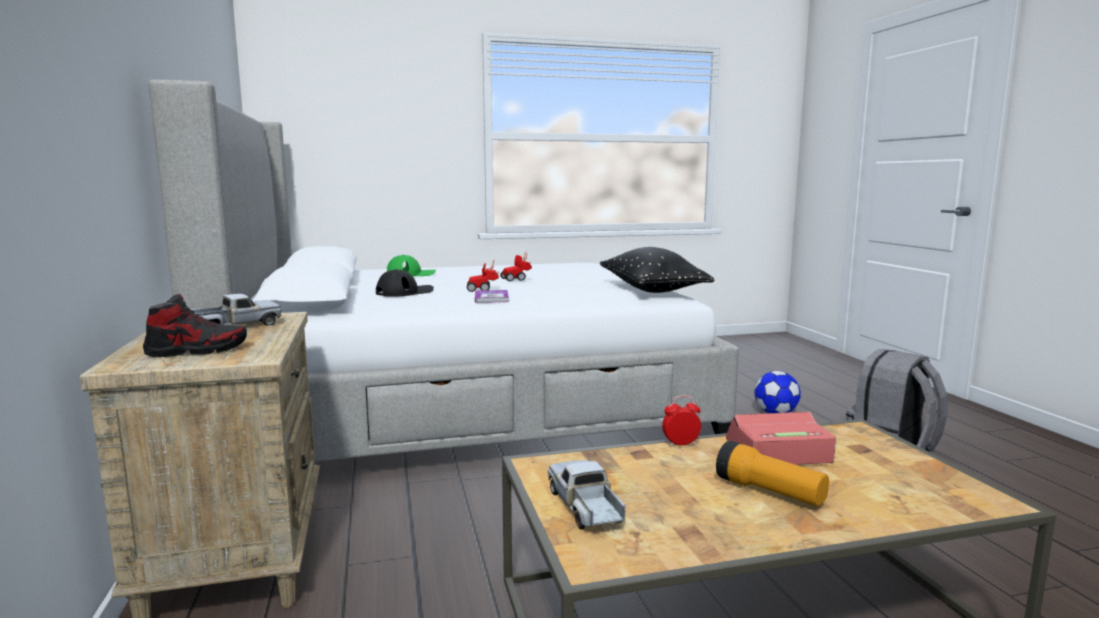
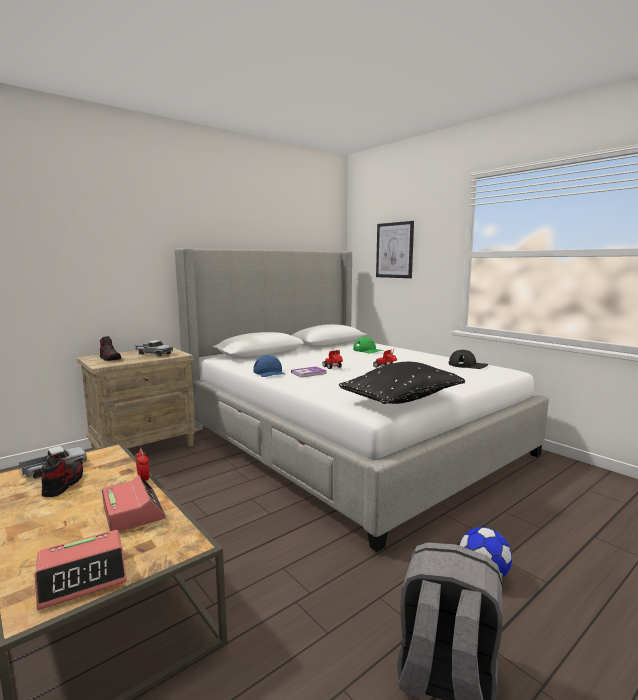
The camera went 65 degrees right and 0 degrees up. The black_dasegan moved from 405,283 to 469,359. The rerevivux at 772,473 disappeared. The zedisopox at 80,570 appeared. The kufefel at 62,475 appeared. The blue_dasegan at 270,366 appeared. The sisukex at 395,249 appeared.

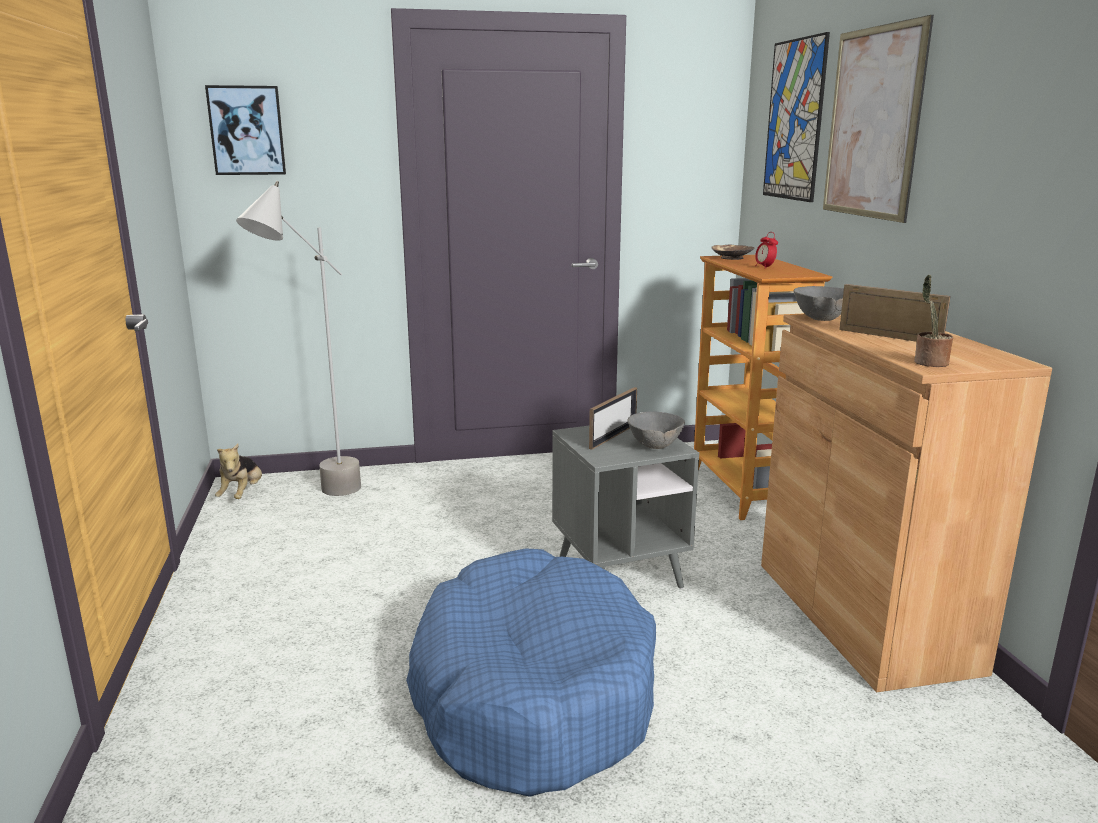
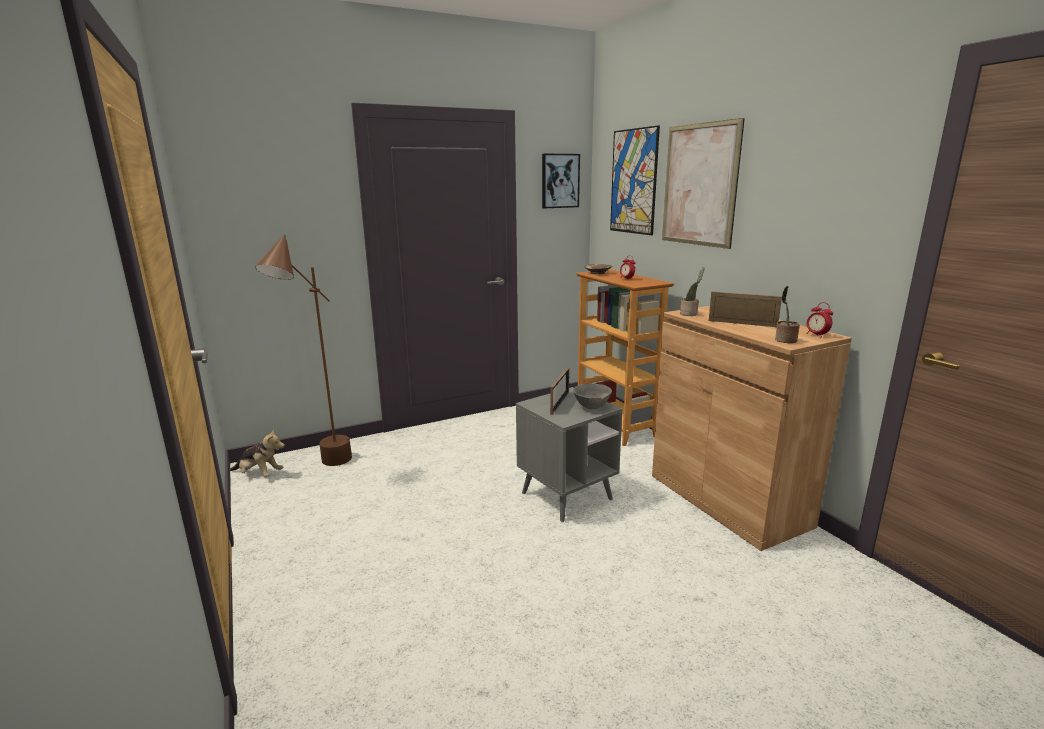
The camera went 15 degrees left and 0 degrees up. The sisukex moved from 245,130 to 561,181. The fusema at 238,471 turned 60 degrees counterclockwise. The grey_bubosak at 298,338 became the brown_bubosak at 303,350. The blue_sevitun at 531,672 disappeared. The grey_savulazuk at 819,303 was replaced by the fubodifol at 692,291. The zedisopox at 819,320 appeared.

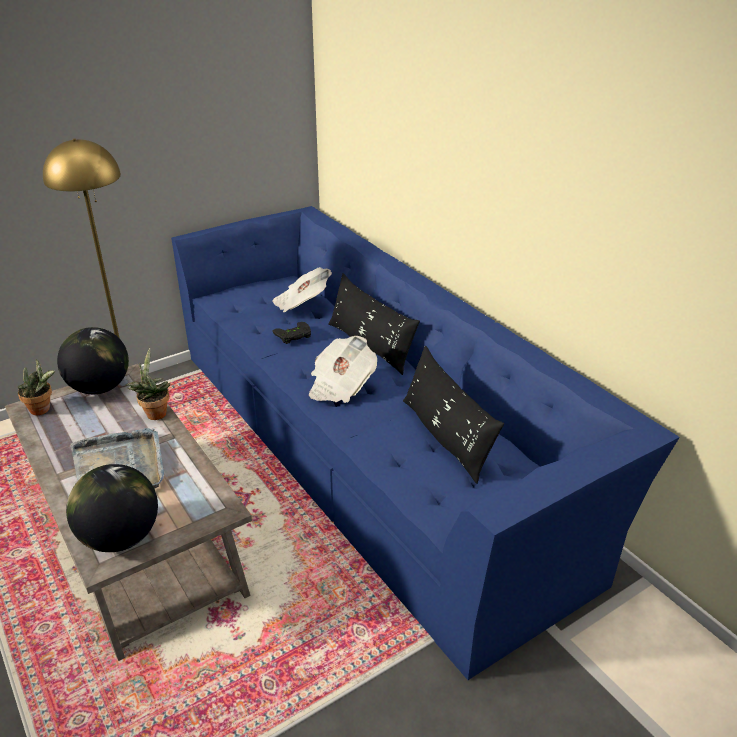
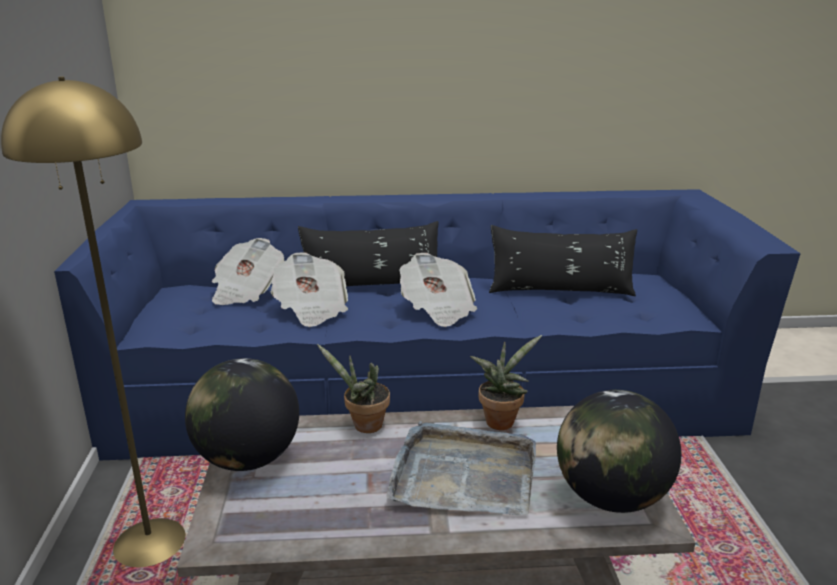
The camera went 60 degrees left and 10 degrees down. The fubodifol moved from 36,387 to 506,382. The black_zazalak at 292,333 was replaced by the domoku at 309,289.

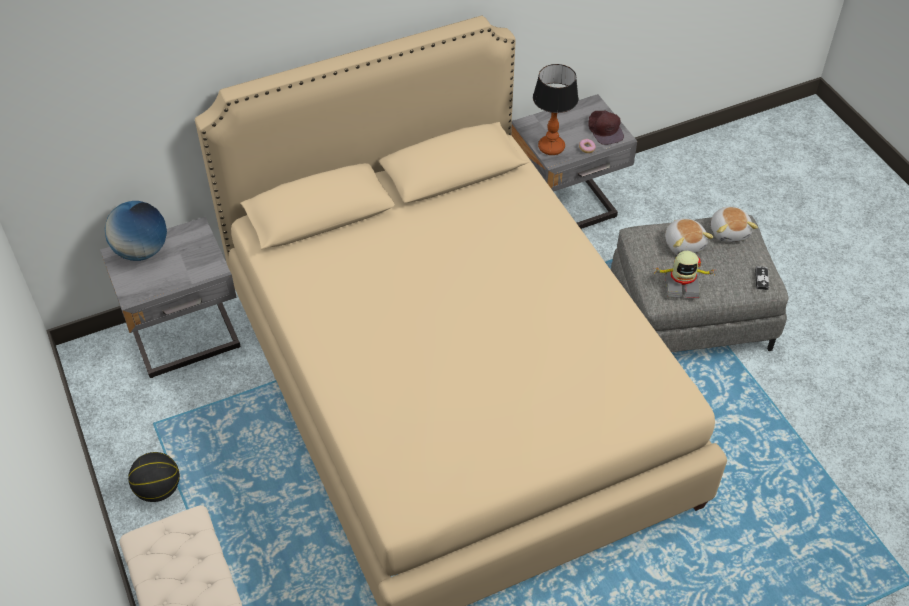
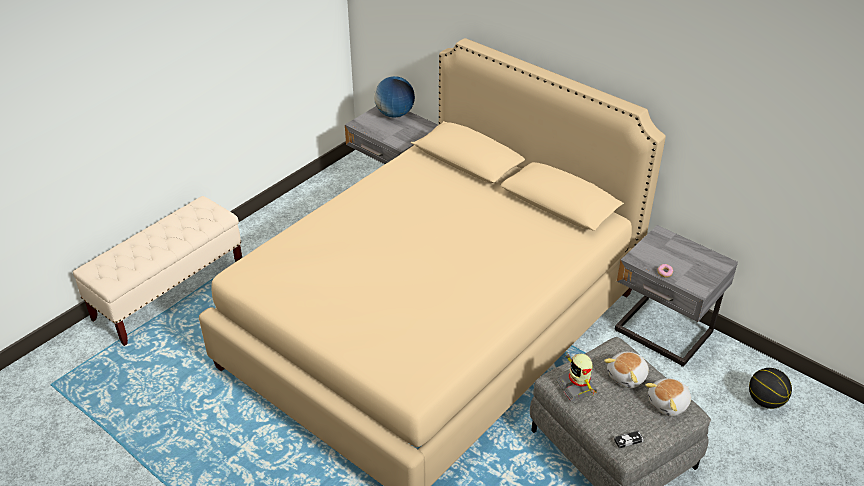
The camera went 65 degrees right and 10 degrees down. The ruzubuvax moved from 154,477 to 770,388. The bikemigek at 556,109 disappeared. The brown_dasegan at 606,127 disappeared.

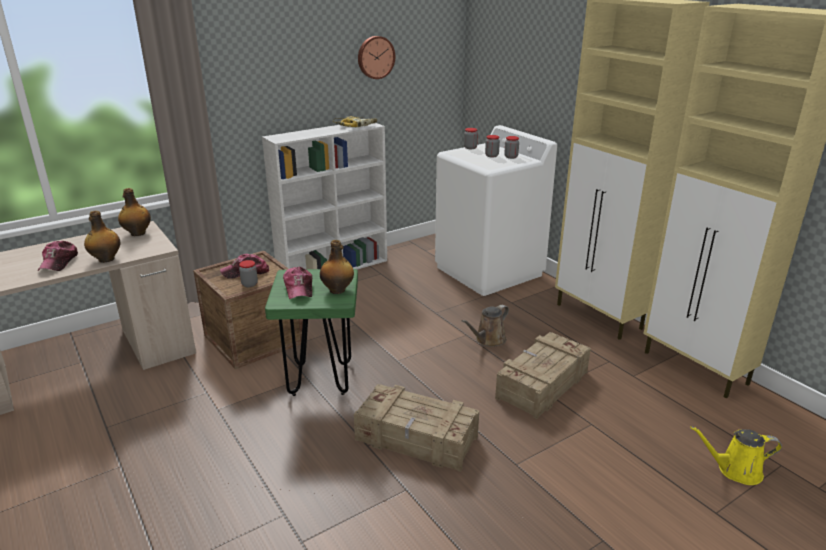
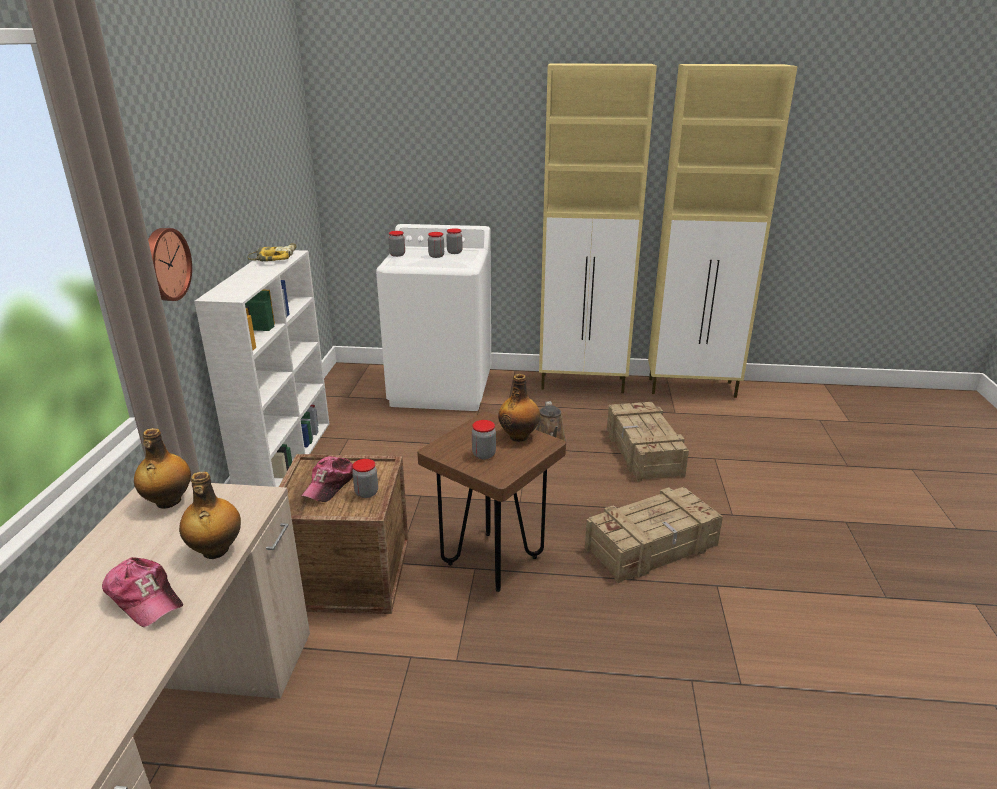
The camera went 50 degrees left and 0 degrees up. The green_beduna at 311,332 became the brown_beduna at 491,502. The dasegan at 297,283 was replaced by the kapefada at 484,439. The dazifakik moved from 376,57 to 170,264. The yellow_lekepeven at 736,455 disappeared.

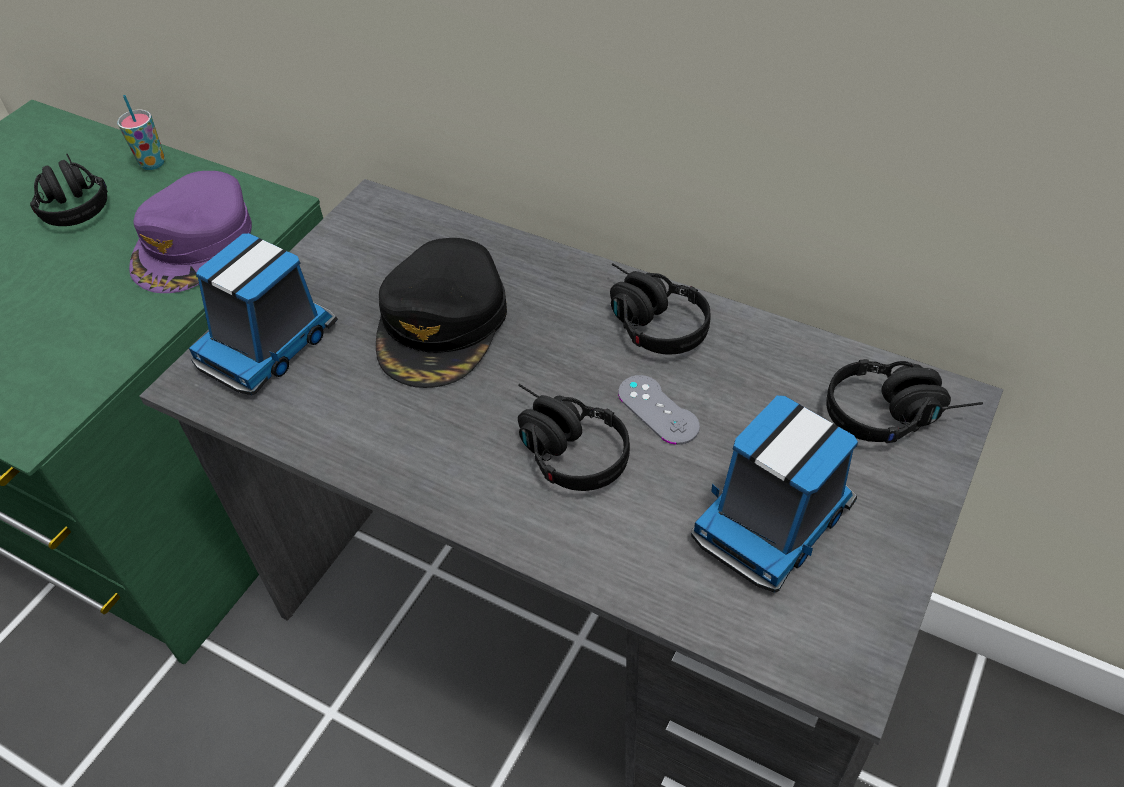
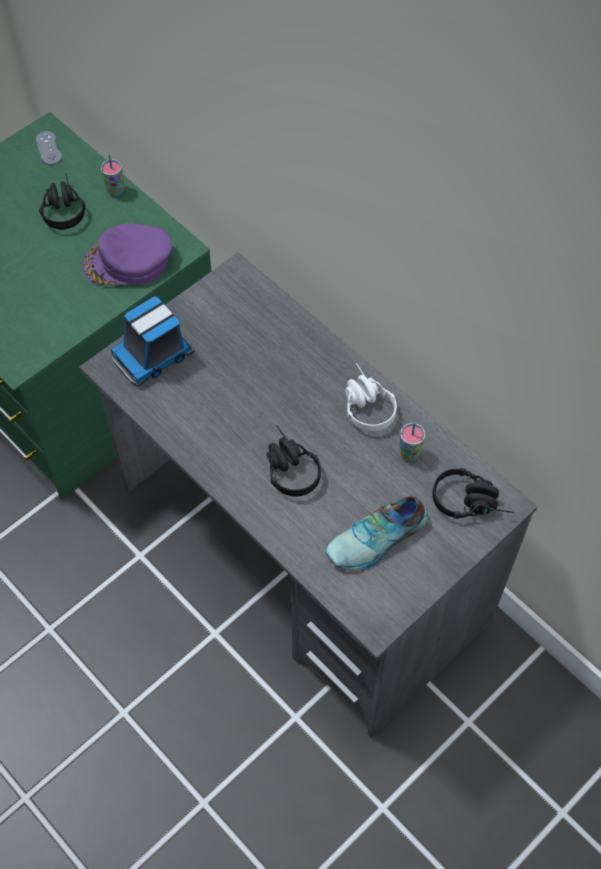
The camera went 15 degrees right and 10 degrees up. The purple_dasegan at 190,232 turned 45 degrees clockwise. The black_dasegan at 441,313 disappeared. The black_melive at 660,309 became the white_melive at 371,397. The grey_zazalak moved from 659,410 to 49,148. The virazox at 774,494 was replaced by the kufefel at 376,533. The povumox at 412,441 appeared.

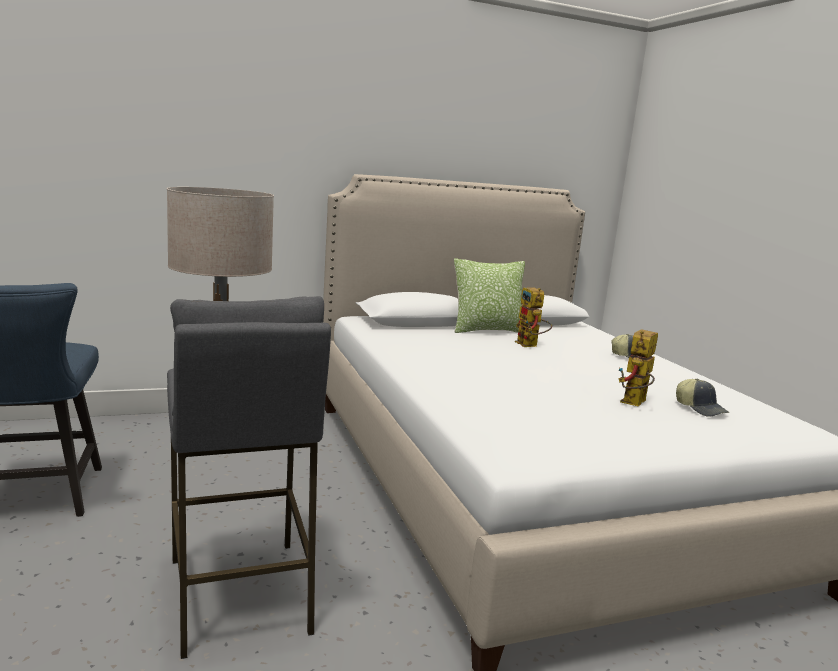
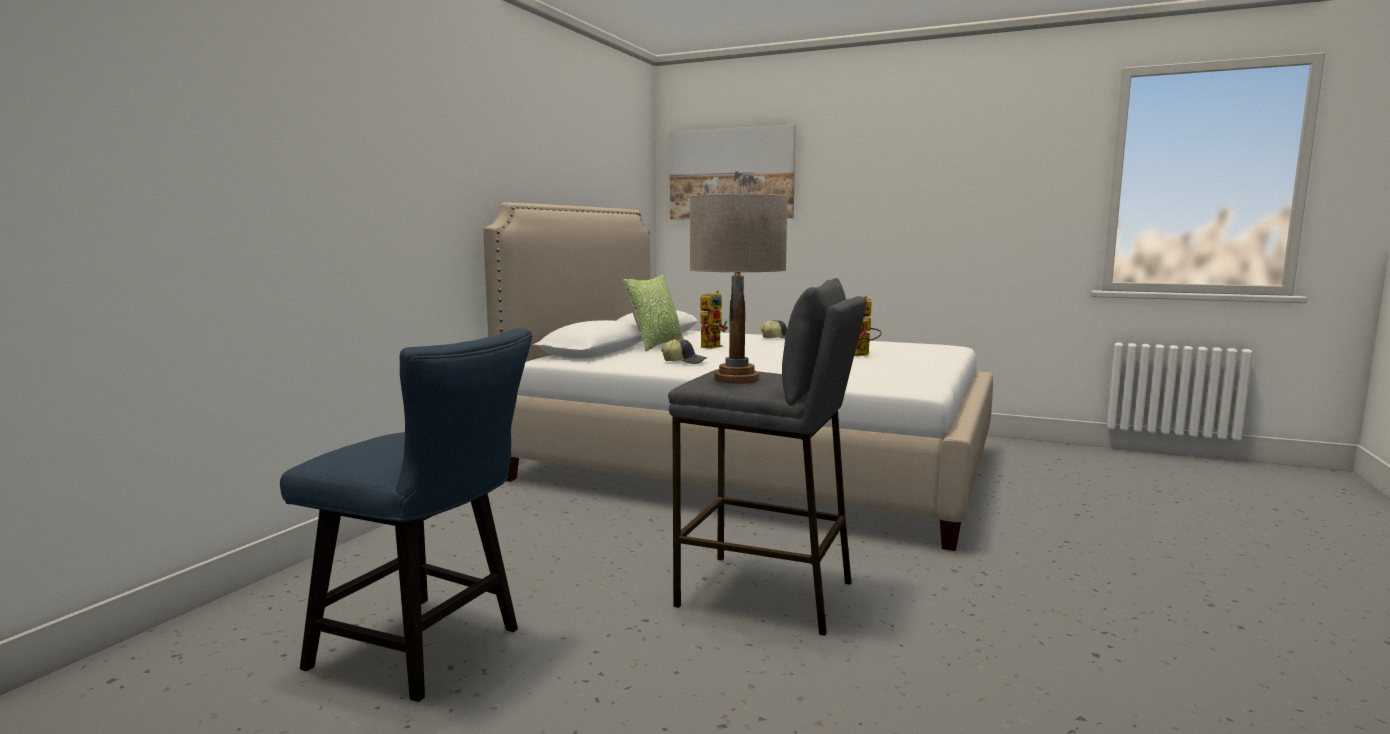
The camera went 45 degrees left and 5 degrees down. The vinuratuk at 533,317 turned 75 degrees counterclockwise. The dasegan moved from 702,398 to 684,351. The sisukex at 733,172 appeared.

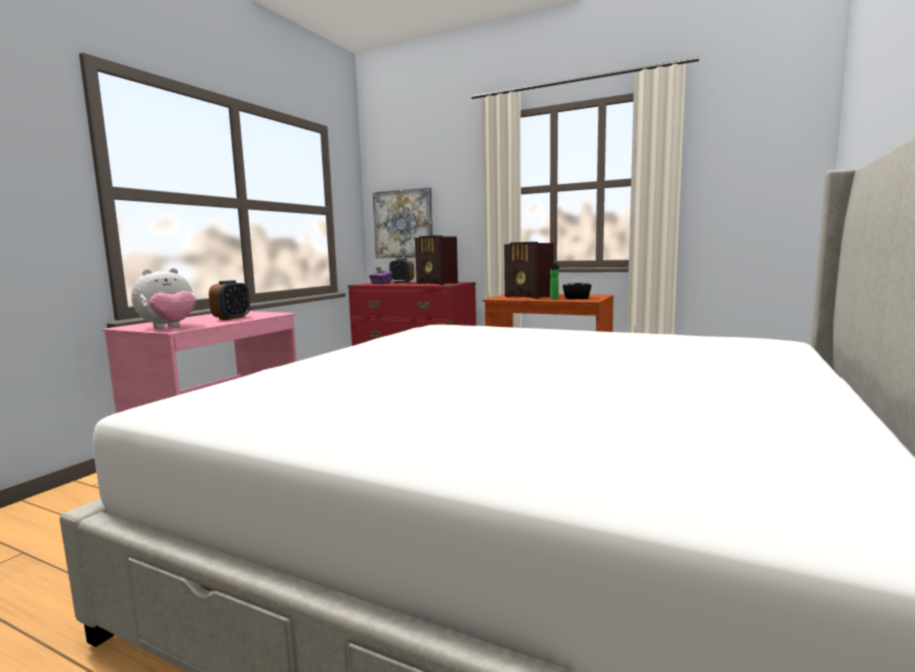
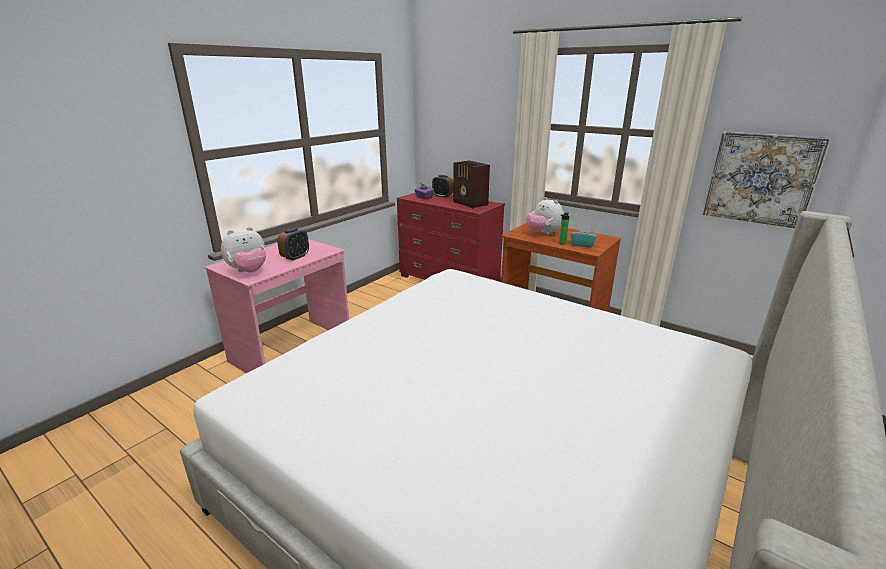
The camera went 10 degrees right and 15 degrees up. The sisukex moved from 403,222 to 766,180. The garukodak at 529,270 was replaced by the fusema at 545,216. The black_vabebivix at 577,288 became the turquoise_vabebivix at 584,237.

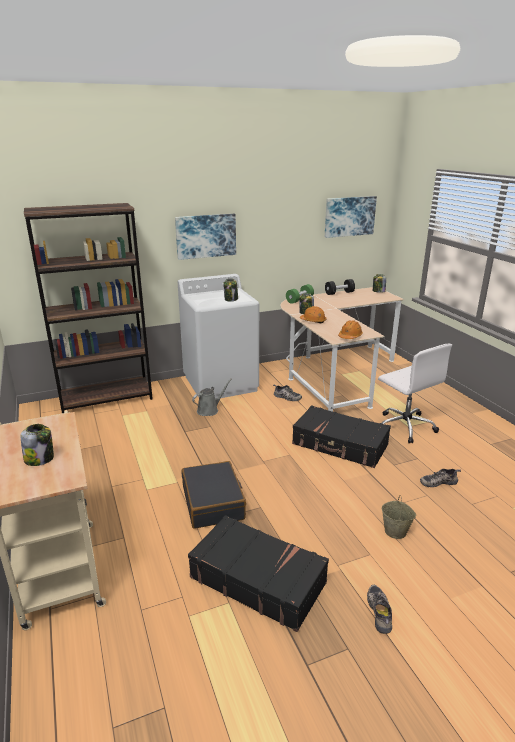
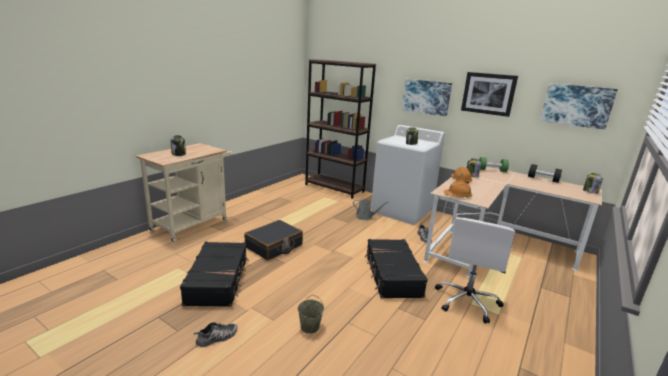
The camera went 55 degrees right and 5 degrees down. The kufefel at 440,478 disappeared. The sisukex at 489,94 appeared.

